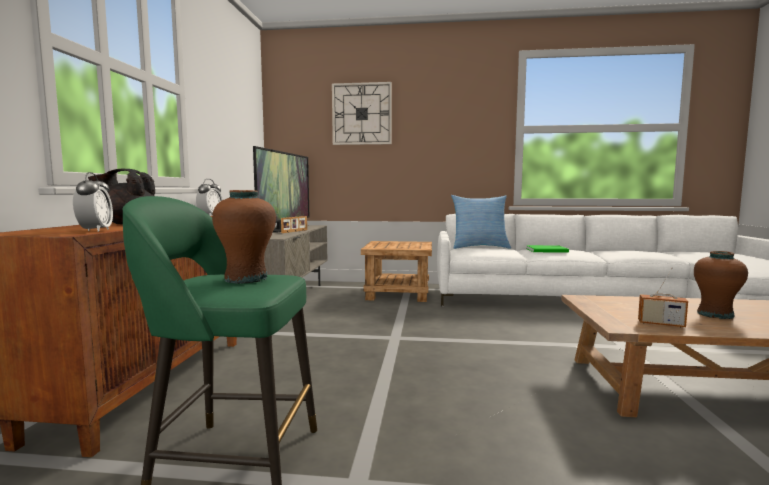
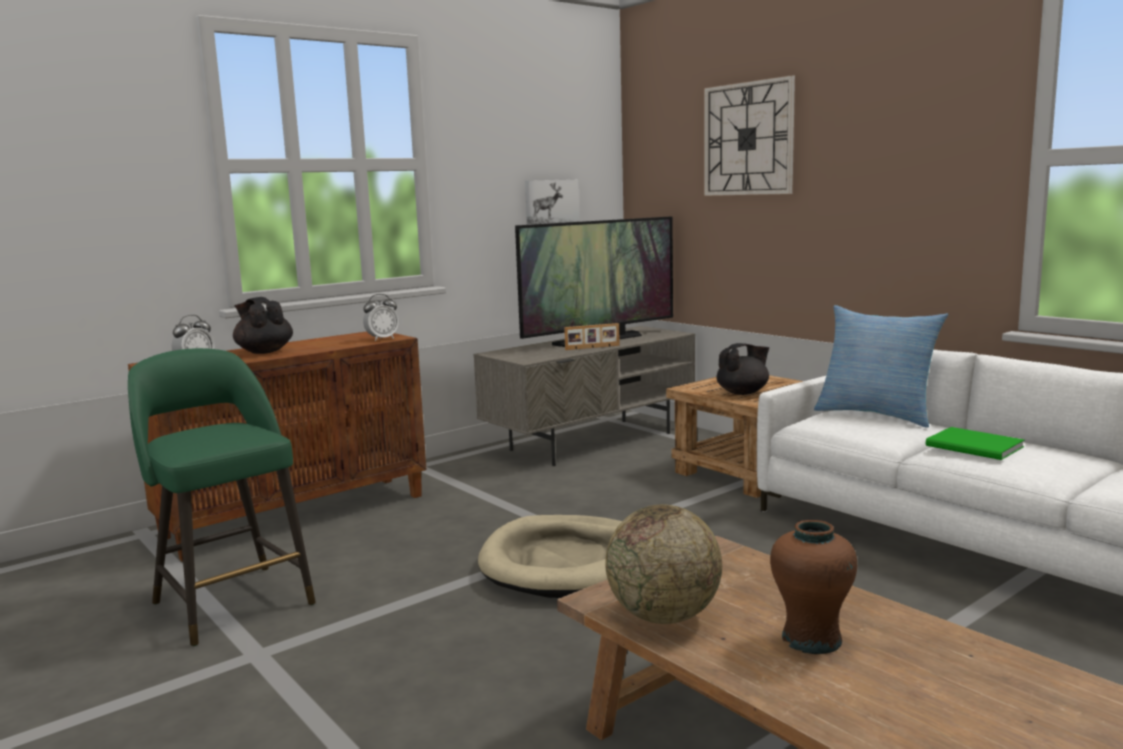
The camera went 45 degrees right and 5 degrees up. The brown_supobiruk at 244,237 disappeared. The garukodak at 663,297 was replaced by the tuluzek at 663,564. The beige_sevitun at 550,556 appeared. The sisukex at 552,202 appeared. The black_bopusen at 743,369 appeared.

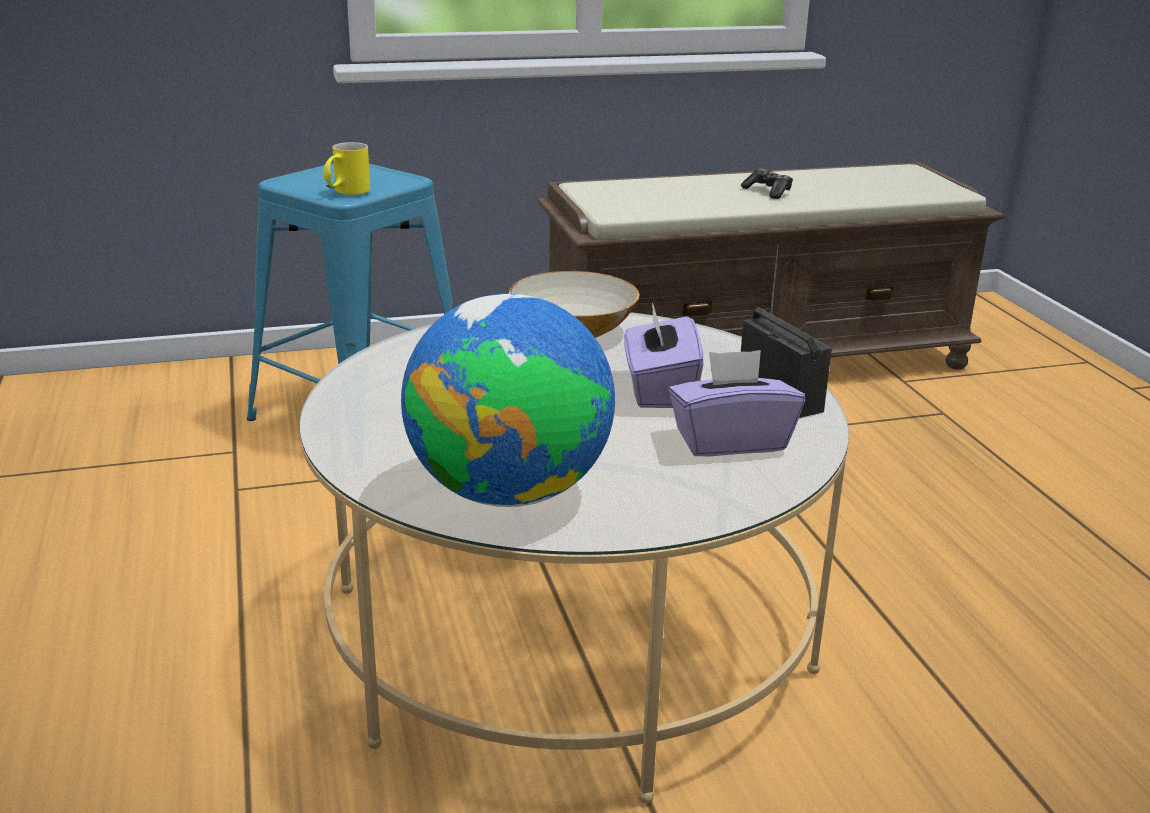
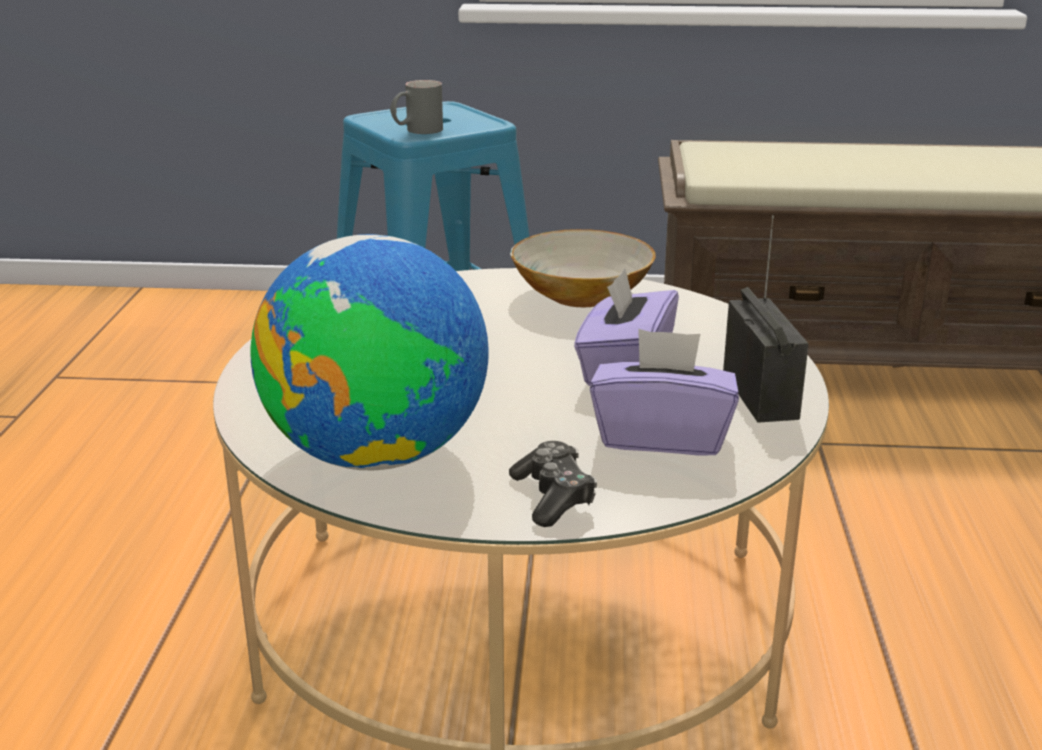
The camera went 20 degrees right and 0 degrees up. The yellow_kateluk at 346,168 became the grey_kateluk at 416,107. The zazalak moved from 767,184 to 553,484.

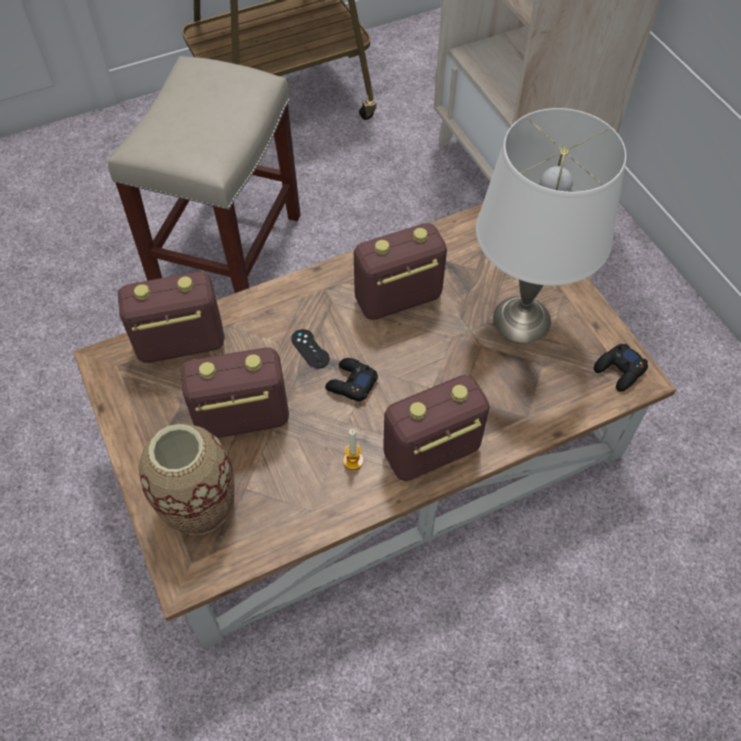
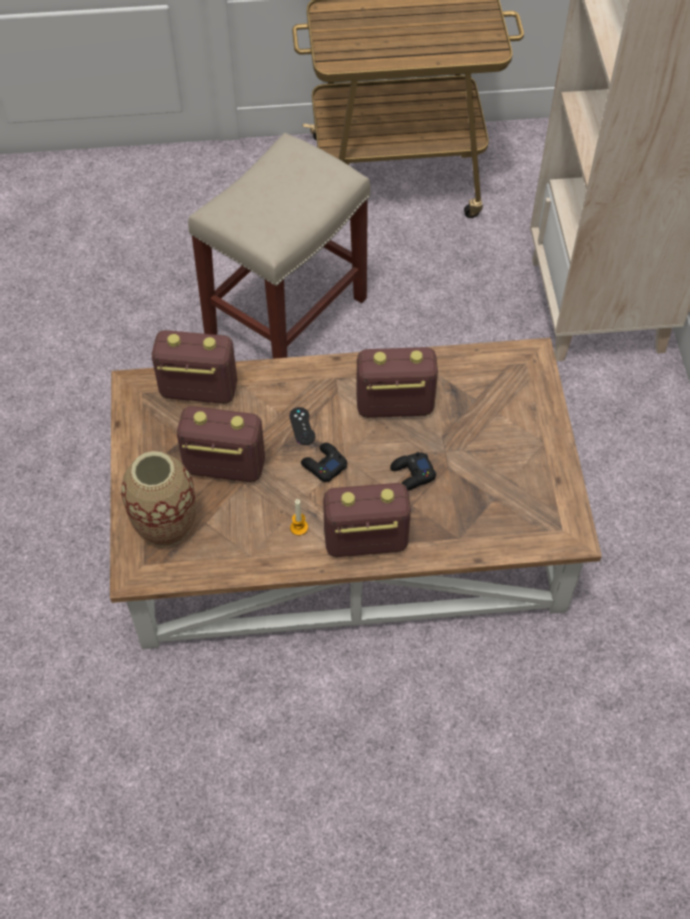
The camera went 20 degrees right and 0 degrees up. The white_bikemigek at 551,225 disappeared. The black_zazalak moved from 621,368 to 413,471.

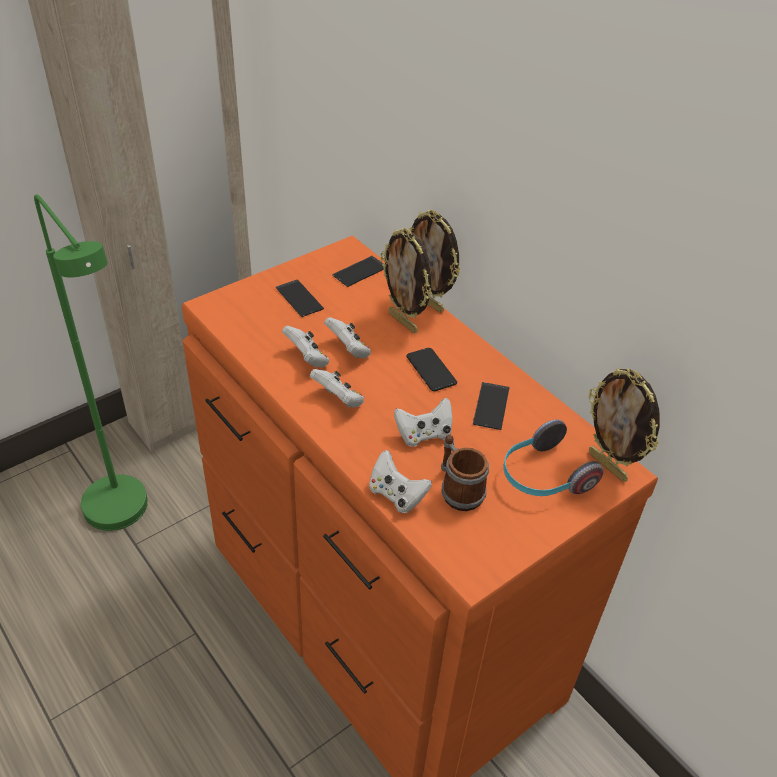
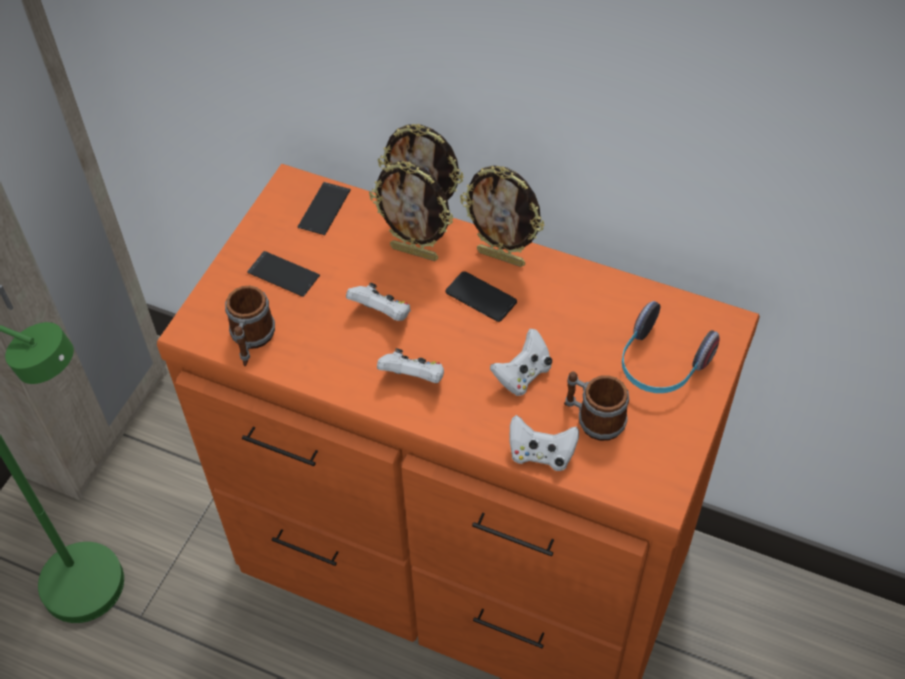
The camera went 25 degrees left and 10 degrees up. The white_zazalak at 305,347 disappeared. The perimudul at 491,406 disappeared. The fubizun moved from 624,425 to 502,216. The kateluk at 250,326 appeared.

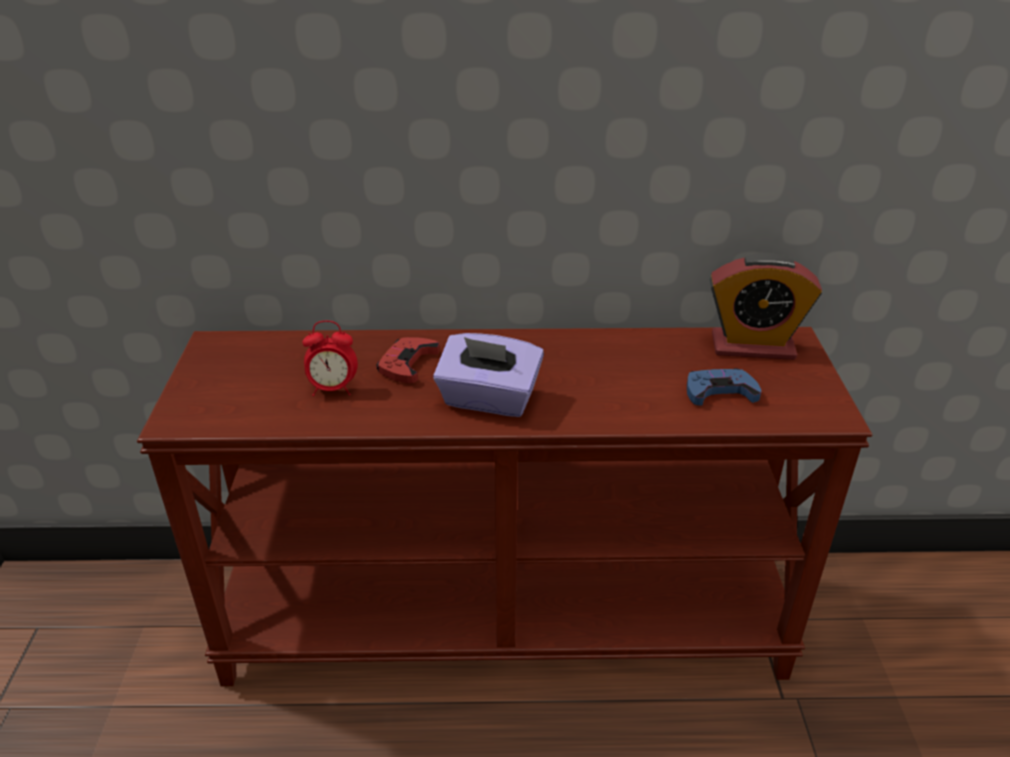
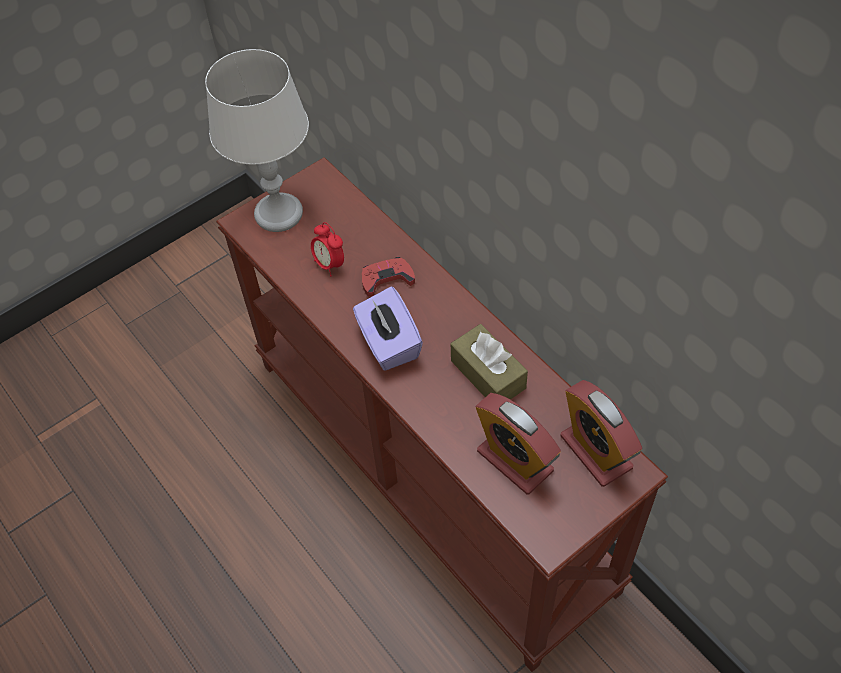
The camera went 55 degrees right and 20 degrees up. The blue_zazalak at 724,387 was replaced by the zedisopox at 518,444. The grey_bikemigek at 257,140 appeared. The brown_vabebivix at 489,362 appeared.

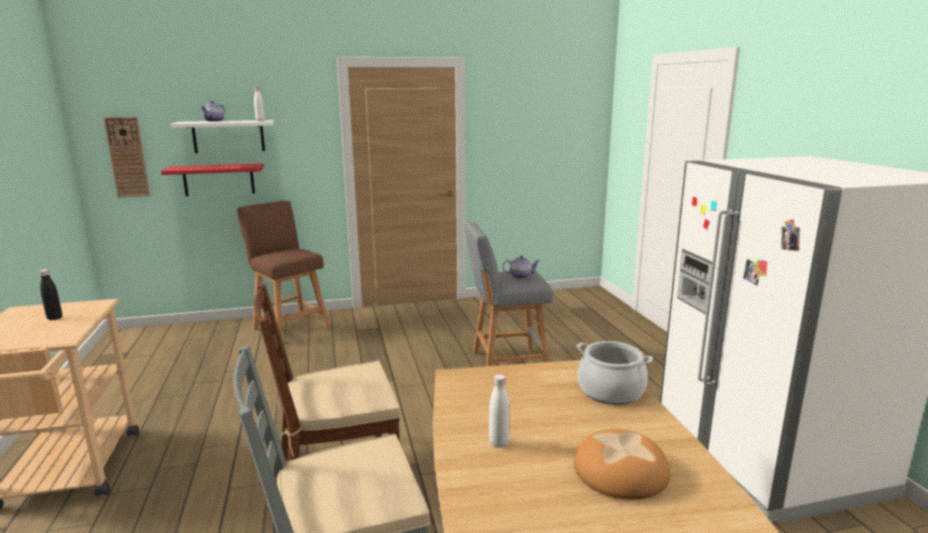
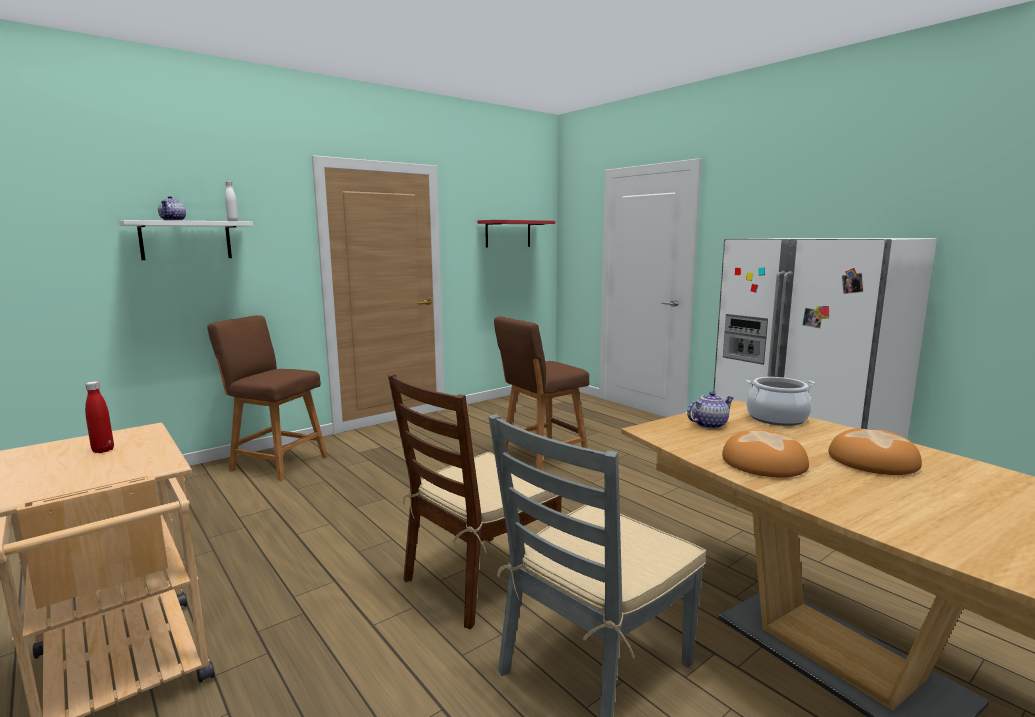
The camera went 25 degrees left and 5 degrees down. The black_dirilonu at 50,294 became the red_dirilonu at 99,417. The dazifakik at 127,157 disappeared. The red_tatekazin moved from 212,180 to 516,233. The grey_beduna at 509,294 became the brown_beduna at 541,393. The white_dirilonu at 499,411 was replaced by the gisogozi at 765,454. The bopusen moved from 520,267 to 710,410.

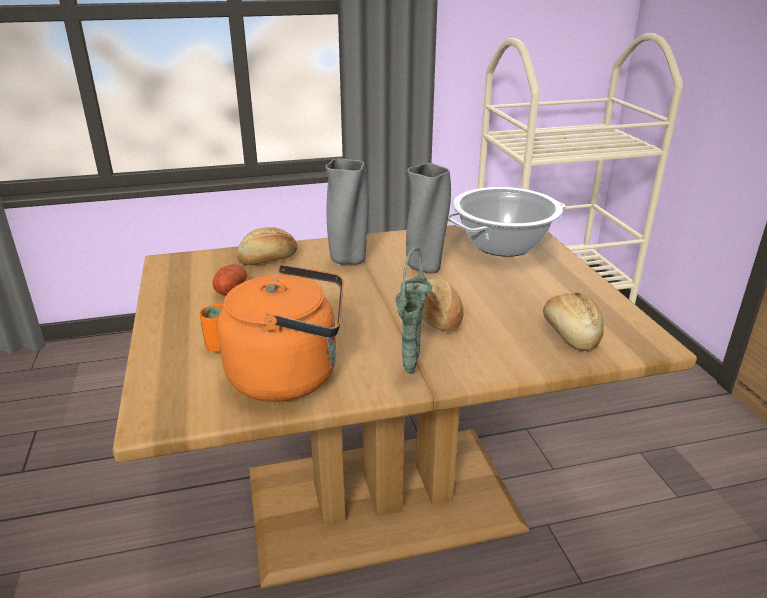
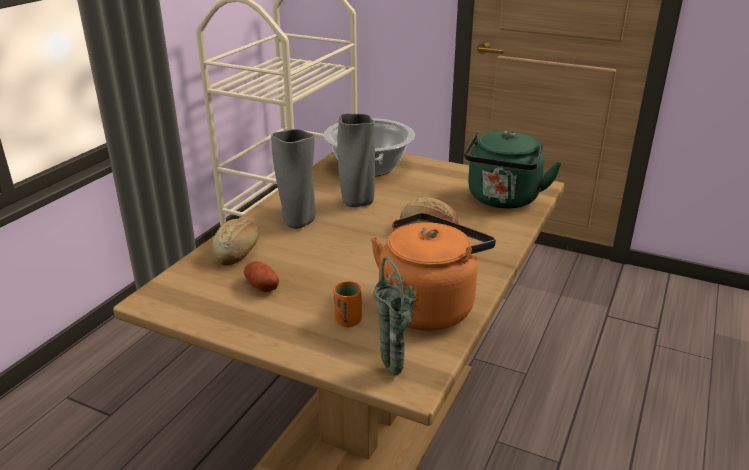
The camera went 50 degrees left and 0 degrees up. The green_supobiruk moved from 413,310 to 393,315. The gisogozi at 573,322 was replaced by the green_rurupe at 513,169.

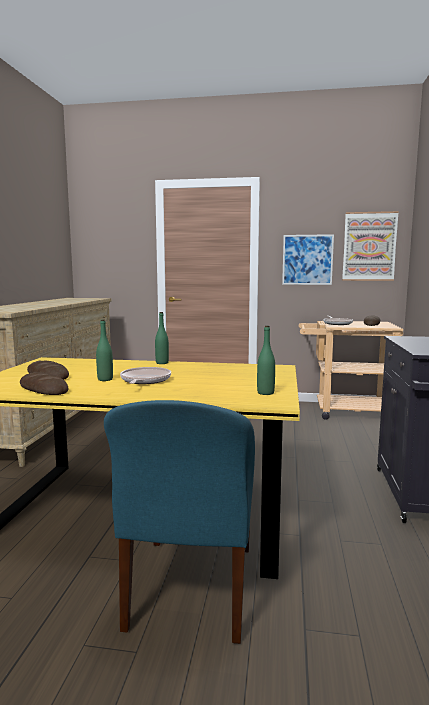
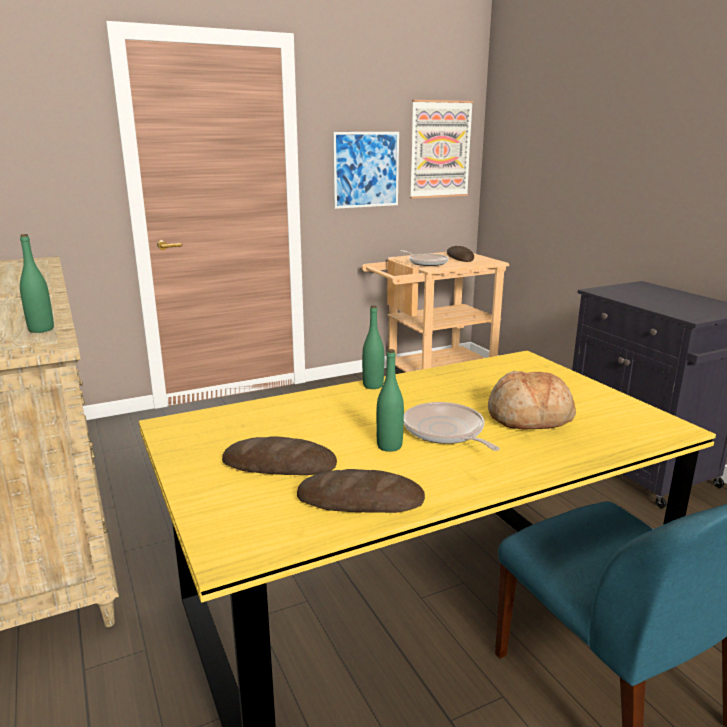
The camera went 35 degrees left and 10 degrees up. The green_dirilonu moved from 266,360 to 37,283. The gisogozi at 532,400 appeared.

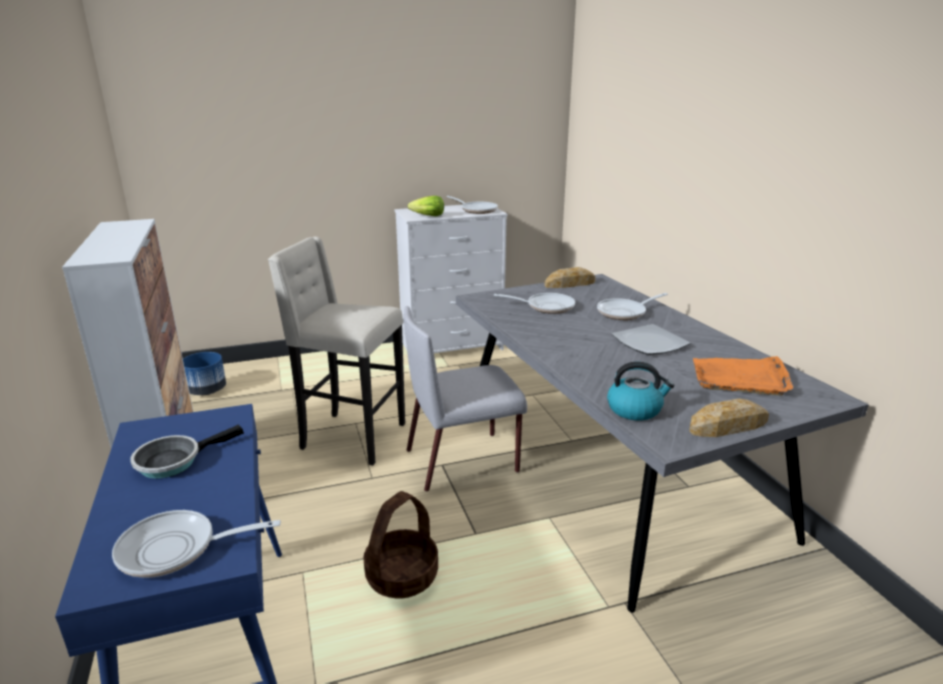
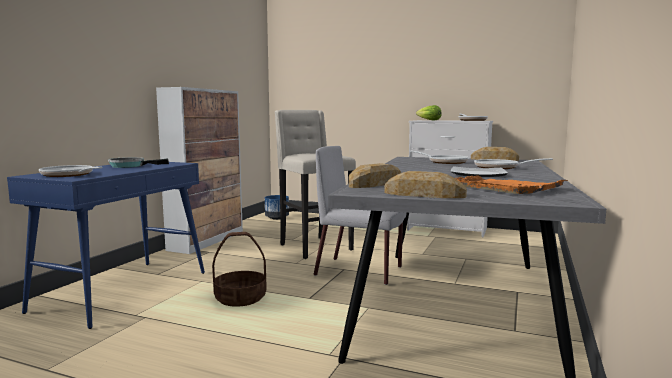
The camera went 40 degrees right and 15 degrees down. The rurupe at 641,391 was replaced by the gisogozi at 375,175.

